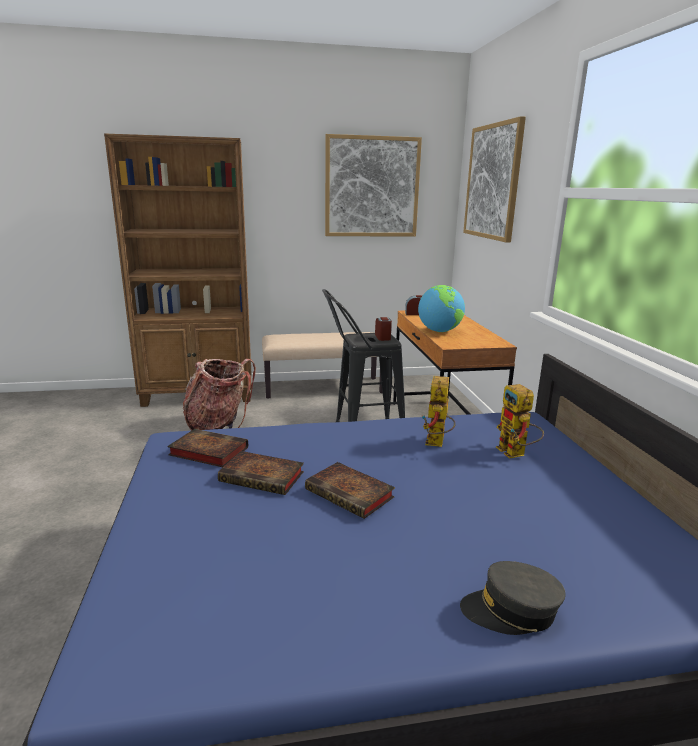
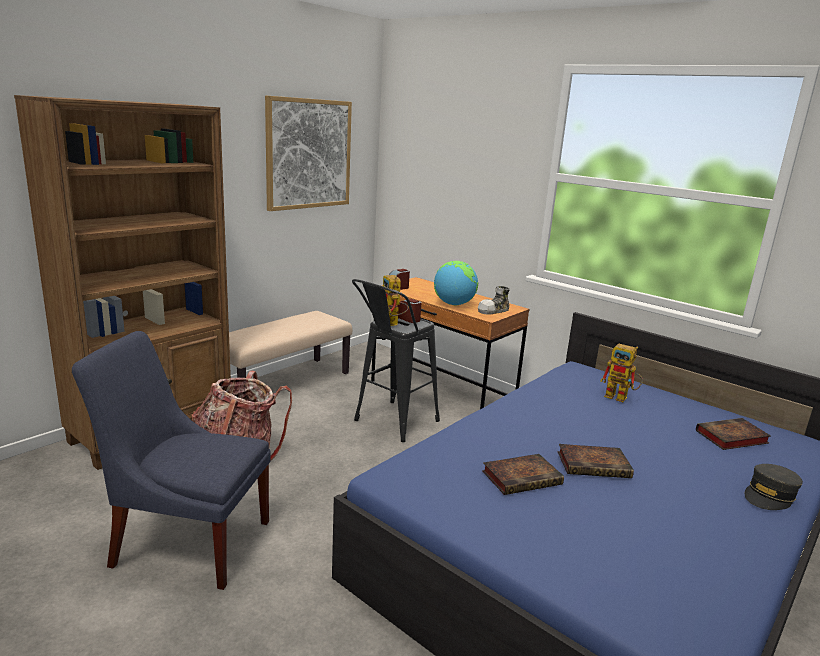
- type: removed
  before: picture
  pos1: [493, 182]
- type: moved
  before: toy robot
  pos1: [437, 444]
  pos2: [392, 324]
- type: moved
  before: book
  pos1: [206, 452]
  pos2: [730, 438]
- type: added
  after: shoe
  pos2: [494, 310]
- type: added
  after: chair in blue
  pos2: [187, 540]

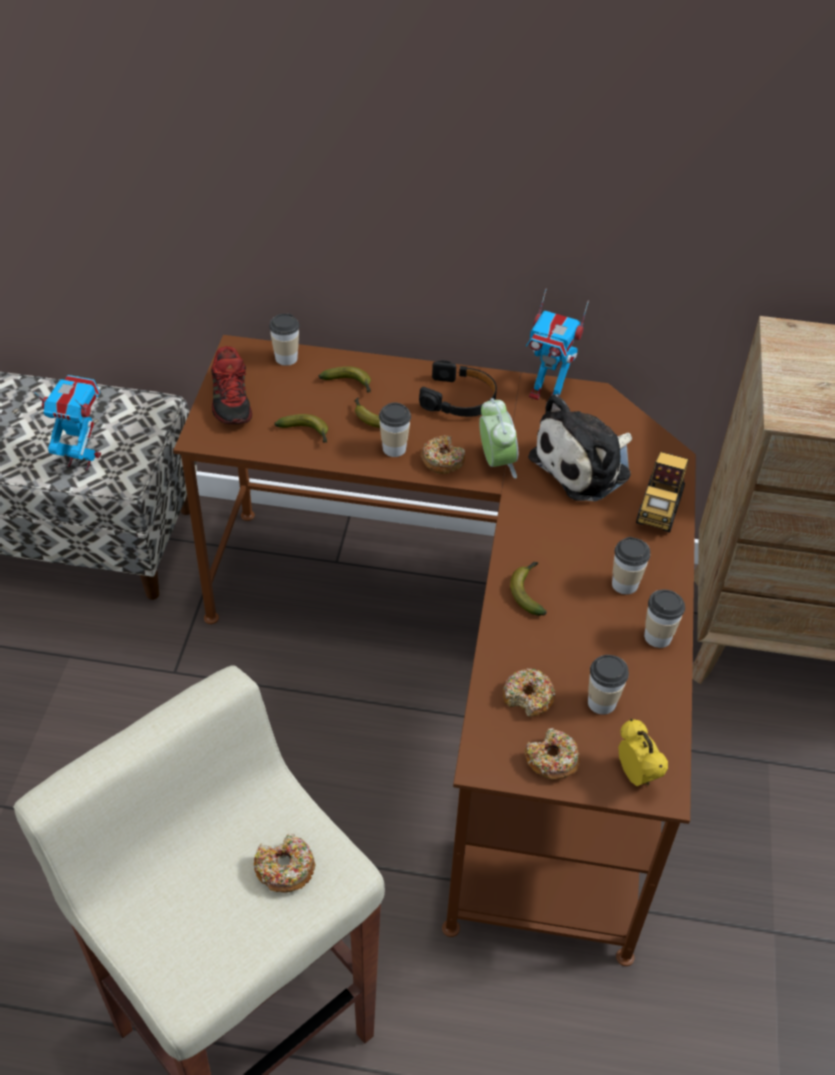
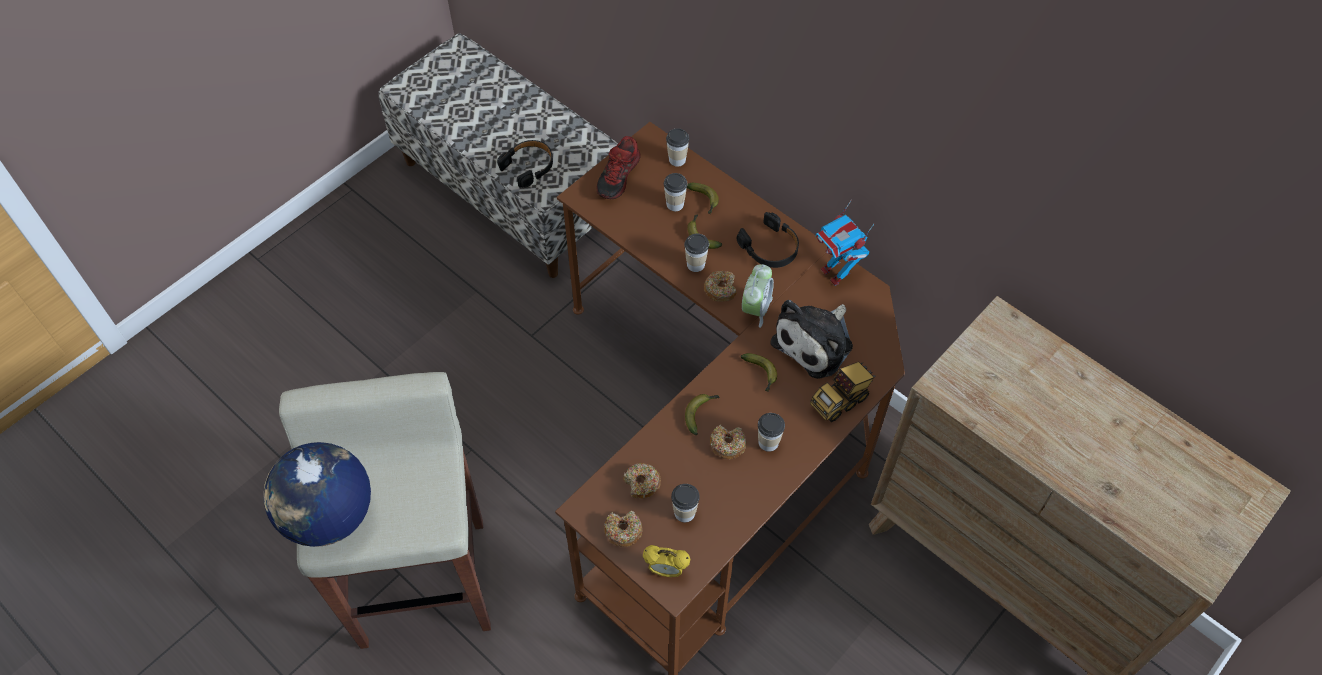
- type: replaced
  before: toy robot
  after: headphones in black
  pos1: [82, 459]
  pos2: [528, 166]
- type: turned
  before: plush toy
  pos1: [585, 465]
  pos2: [816, 342]
  turn: -45
- type: moved
  before: banana
  pos1: [307, 433]
  pos2: [761, 374]
- type: moved
  before: cup
  pos1: [657, 637]
  pos2: [675, 204]
- type: turned
  before: alarm clock
  pos1: [636, 775]
  pos2: [666, 570]
  turn: 90
- type: moved
  before: donut
  pos1: [285, 869]
  pos2: [727, 444]
- type: added
  after: globe
  pos2: [329, 516]

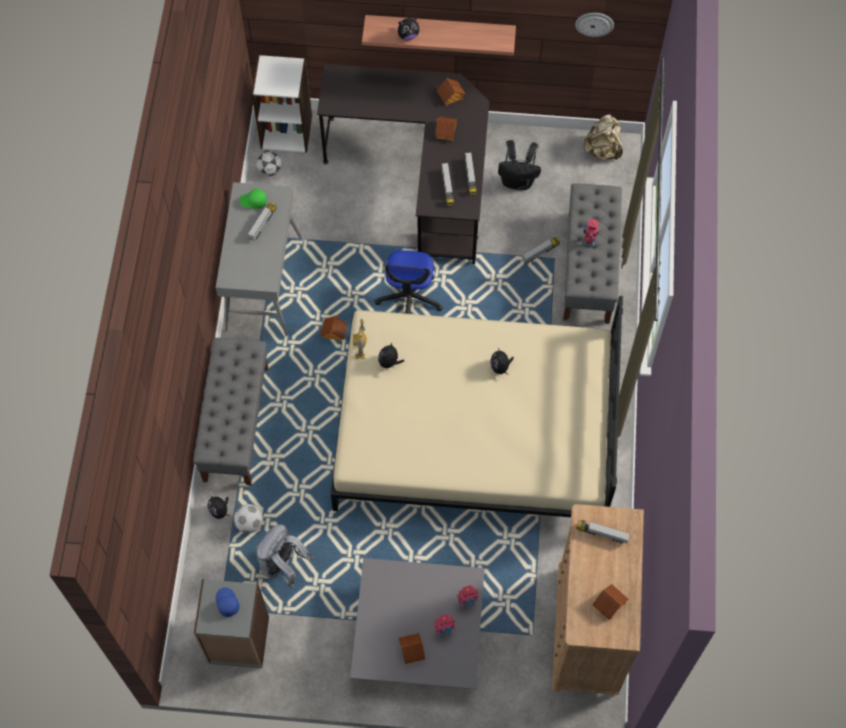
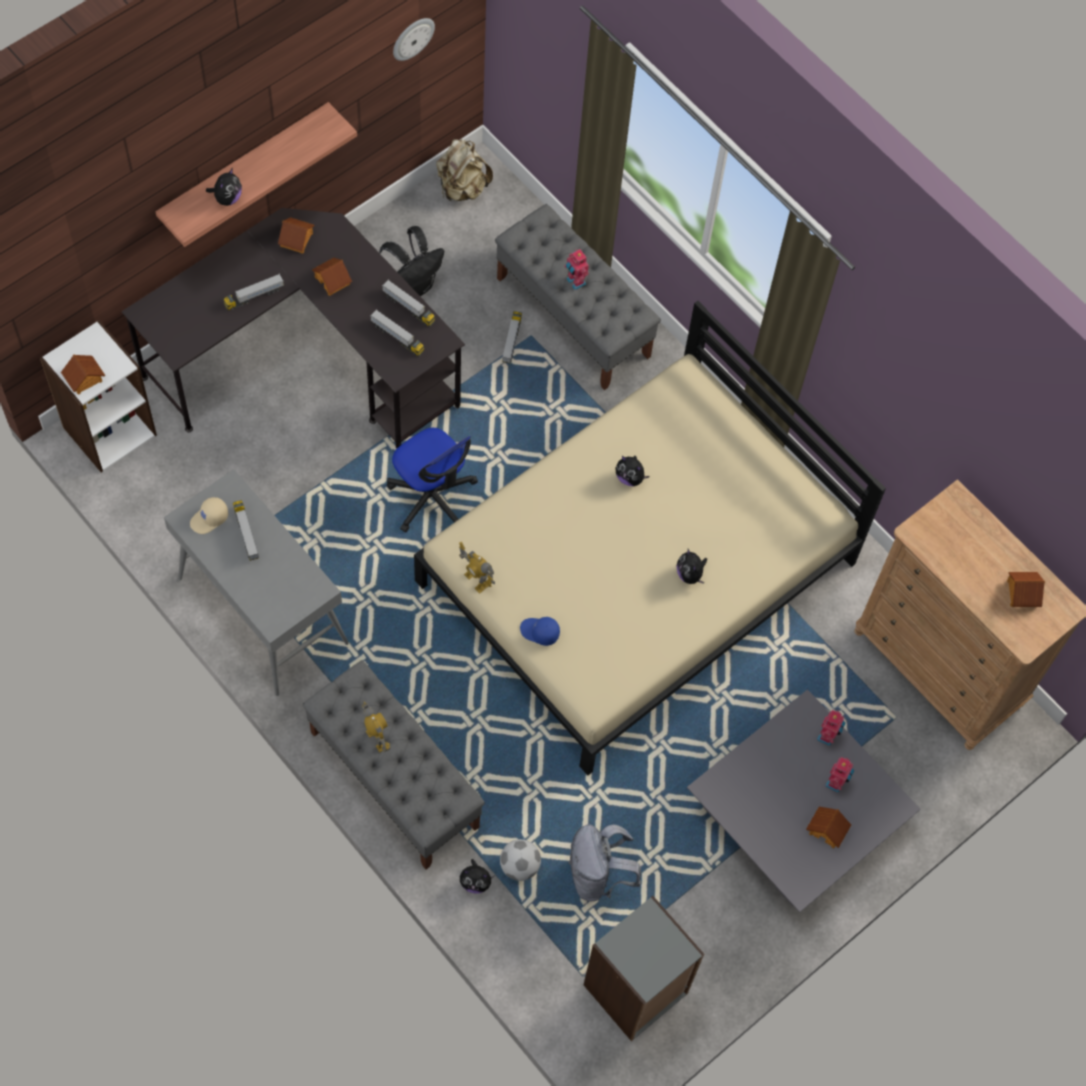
- type: removed
  before: football
  pos1: [270, 170]
- type: recoloured
  before: cap in green
  after: cap in beige
  pos1: [253, 201]
  pos2: [209, 519]
- type: moved
  before: toy house
  pos1: [333, 332]
  pos2: [84, 379]
- type: moved
  before: plush toy
  pos1: [389, 362]
  pos2: [690, 574]
- type: moved
  before: toy truck
  pos1: [602, 533]
  pos2: [254, 296]
- type: moved
  before: cap in blue
  pos1: [226, 603]
  pos2: [539, 632]
- type: added
  after: toy robot
  pos2: [377, 739]

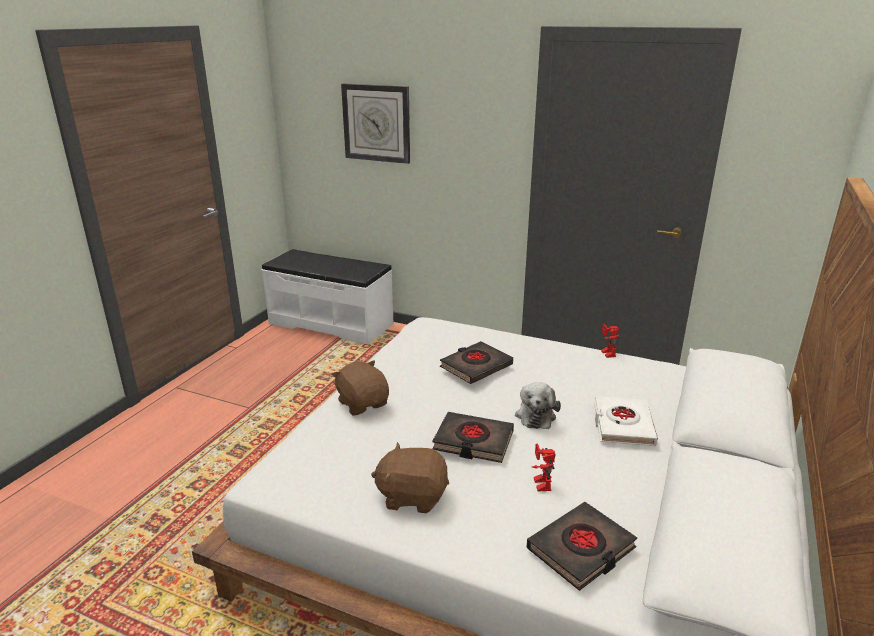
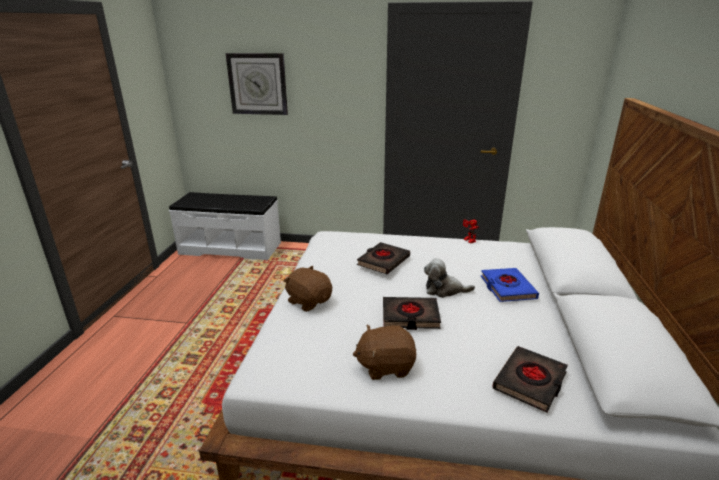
- type: turned
  before: plush toy
  pos1: [535, 415]
  pos2: [444, 290]
  turn: 105
- type: recoloured
  before: book in white
  after: book in blue
  pos1: [622, 425]
  pos2: [507, 288]
- type: removed
  before: toy robot
  pos1: [539, 483]

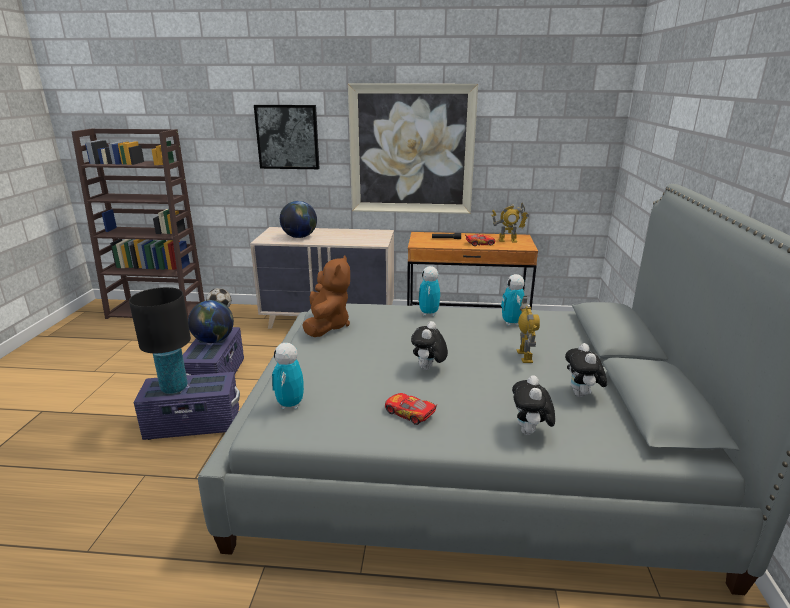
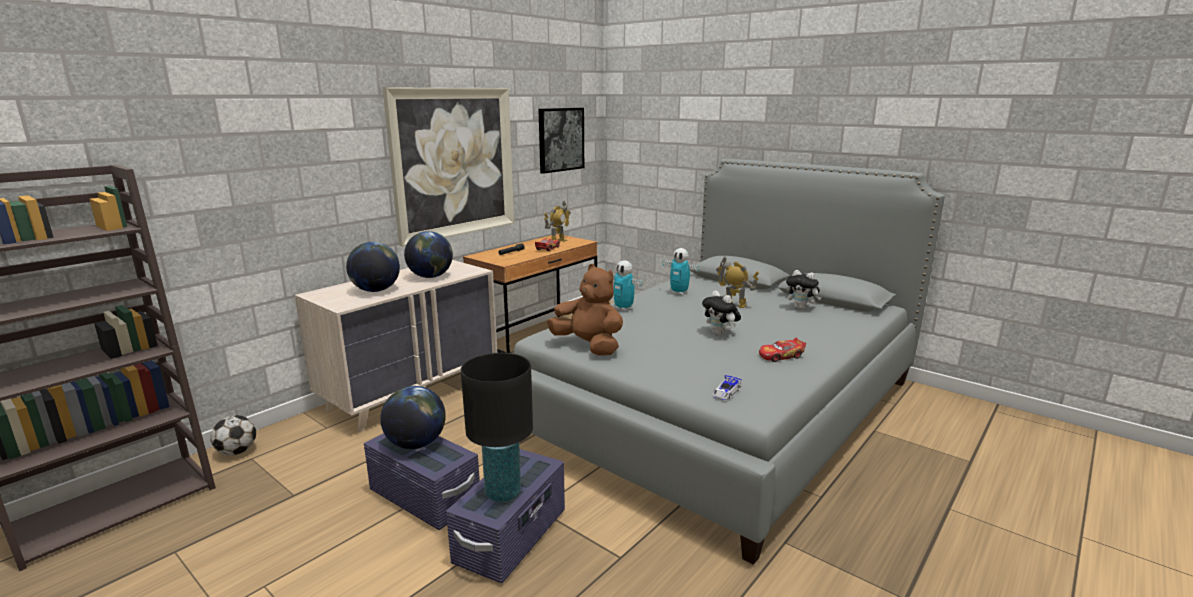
- type: moved
  before: picture
  pos1: [287, 137]
  pos2: [560, 139]
- type: replaced
  before: toy robot
  after: toy car
  pos1: [290, 405]
  pos2: [726, 392]
- type: removed
  before: plush toy
  pos1: [530, 432]
- type: added
  after: globe
  pos2: [431, 276]

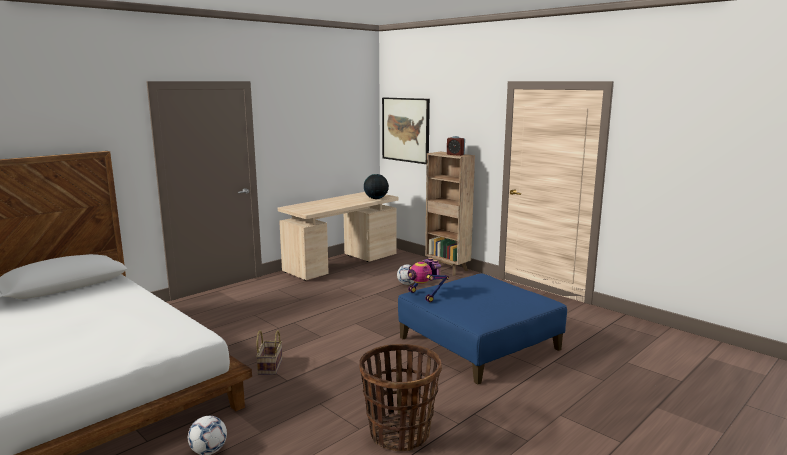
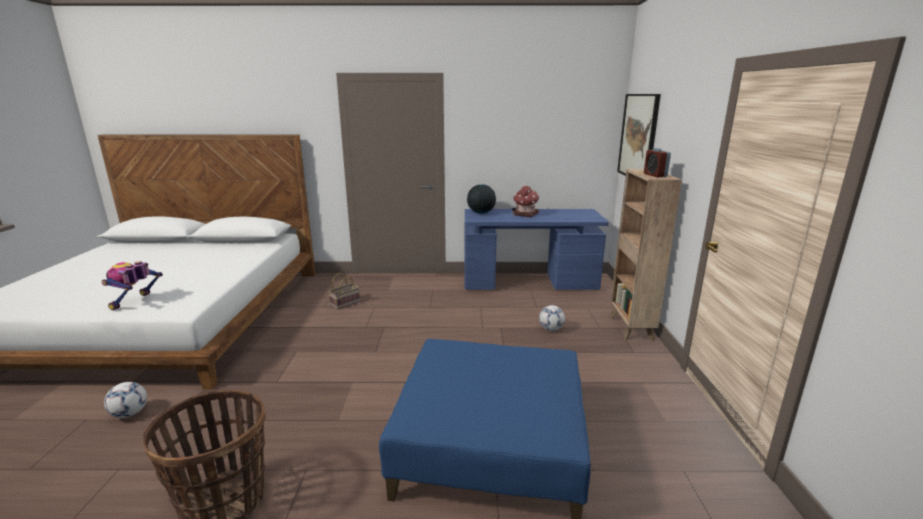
- type: moved
  before: globe
  pos1: [376, 198]
  pos2: [481, 213]
- type: recoloured
  before: desk in beige
  after: desk in blue
  pos1: [341, 263]
  pos2: [529, 283]
- type: moved
  before: toy robot
  pos1: [424, 295]
  pos2: [135, 302]
- type: moved
  before: basket
  pos1: [269, 366]
  pos2: [345, 303]
- type: added
  after: toy house
  pos2: [525, 214]

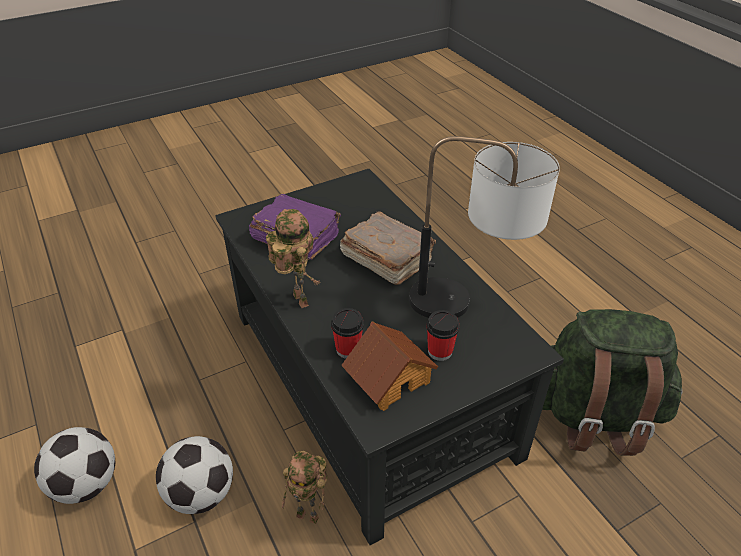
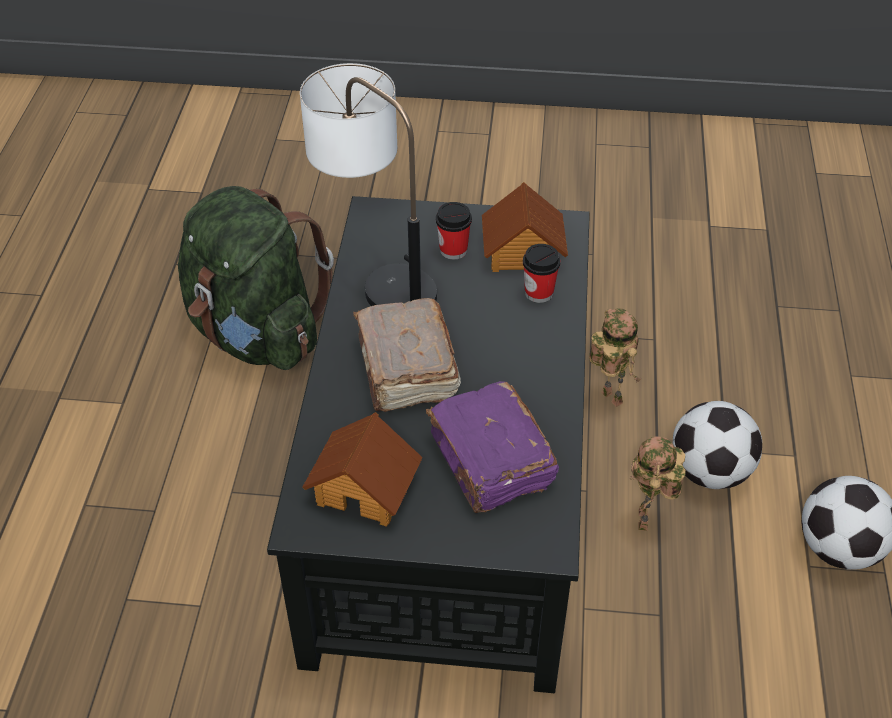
- type: moved
  before: toy robot
  pos1: [297, 300]
  pos2: [646, 521]
- type: added
  after: toy house
  pos2: [366, 487]

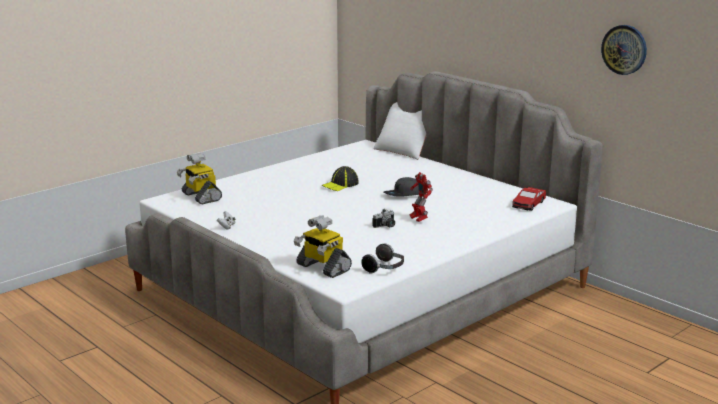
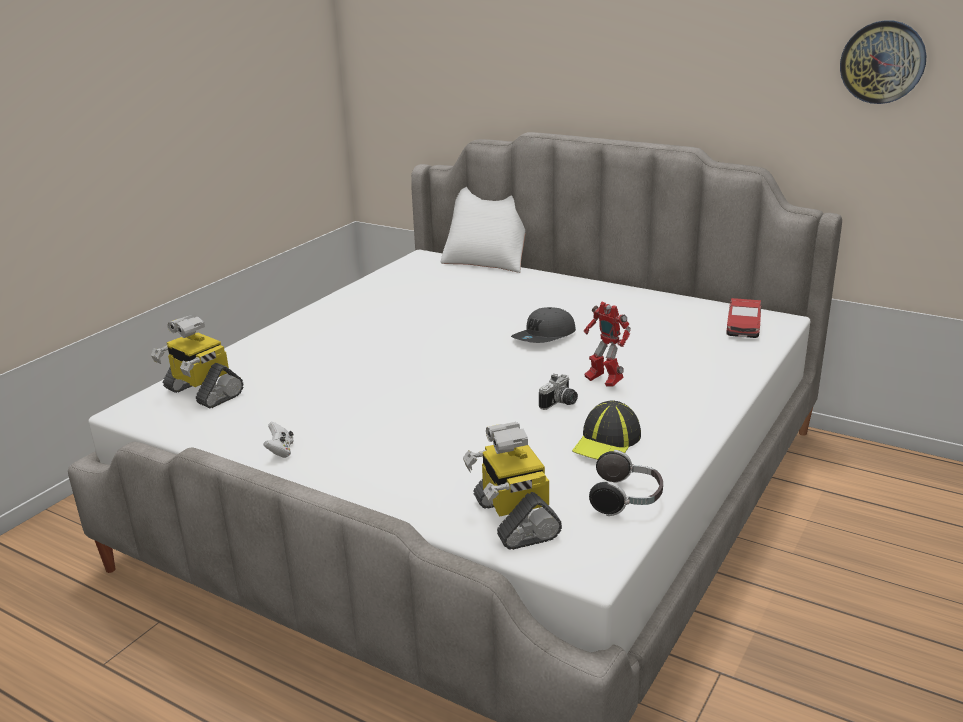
- type: moved
  before: cap
  pos1: [340, 184]
  pos2: [607, 442]
- type: turned
  before: toy robot
  pos1: [322, 267]
  pos2: [513, 519]
  turn: 45

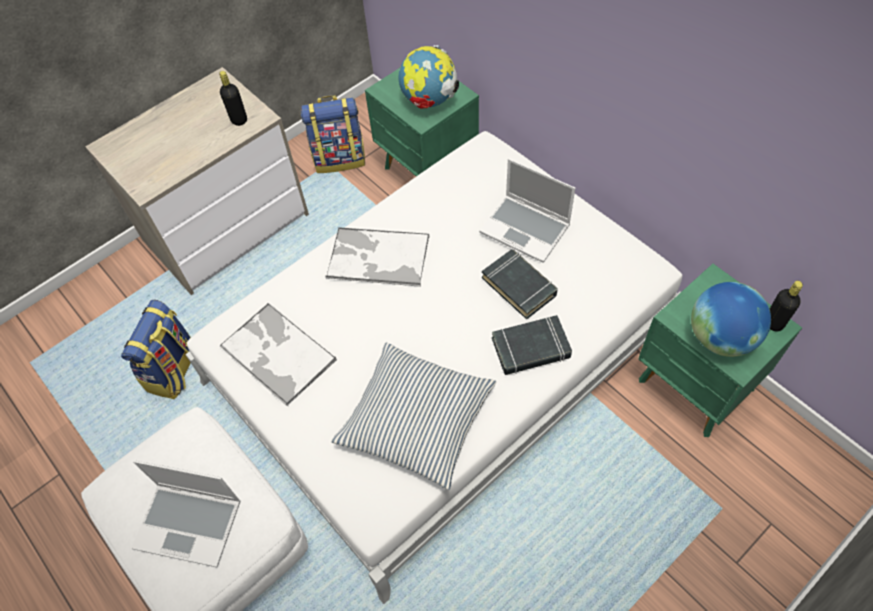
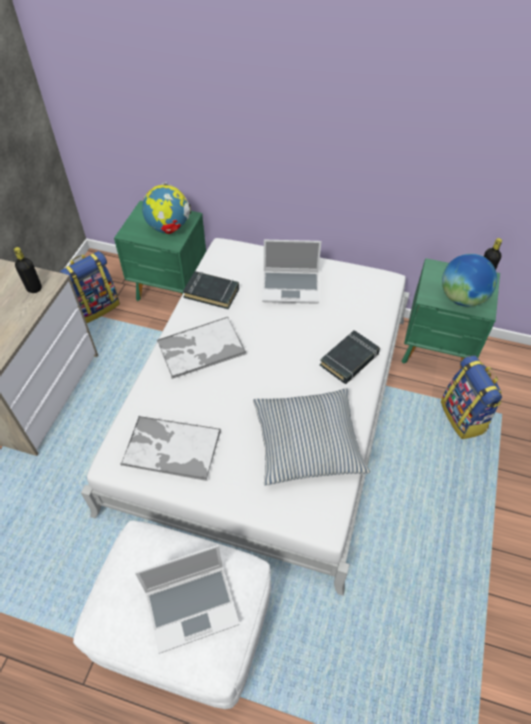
- type: moved
  before: book in black
  pos1: [519, 286]
  pos2: [211, 292]
- type: moved
  before: backpack
  pos1: [175, 371]
  pos2: [463, 417]

